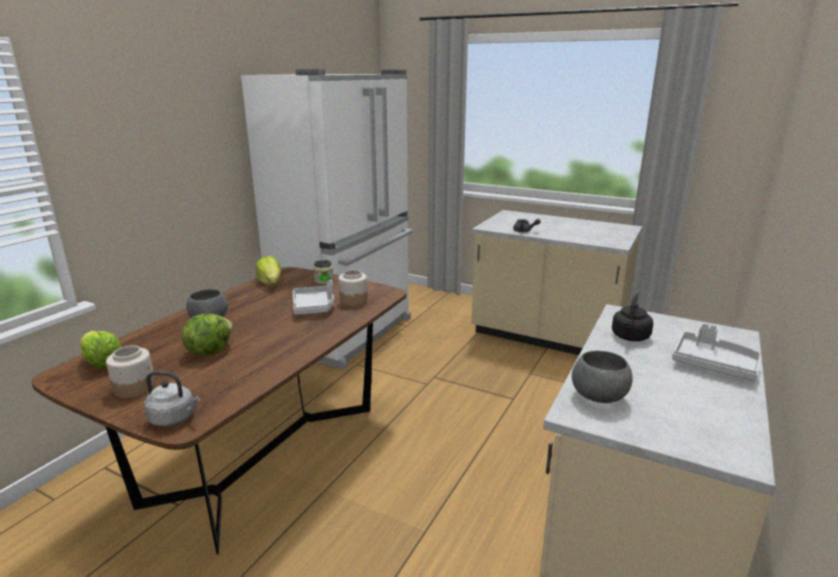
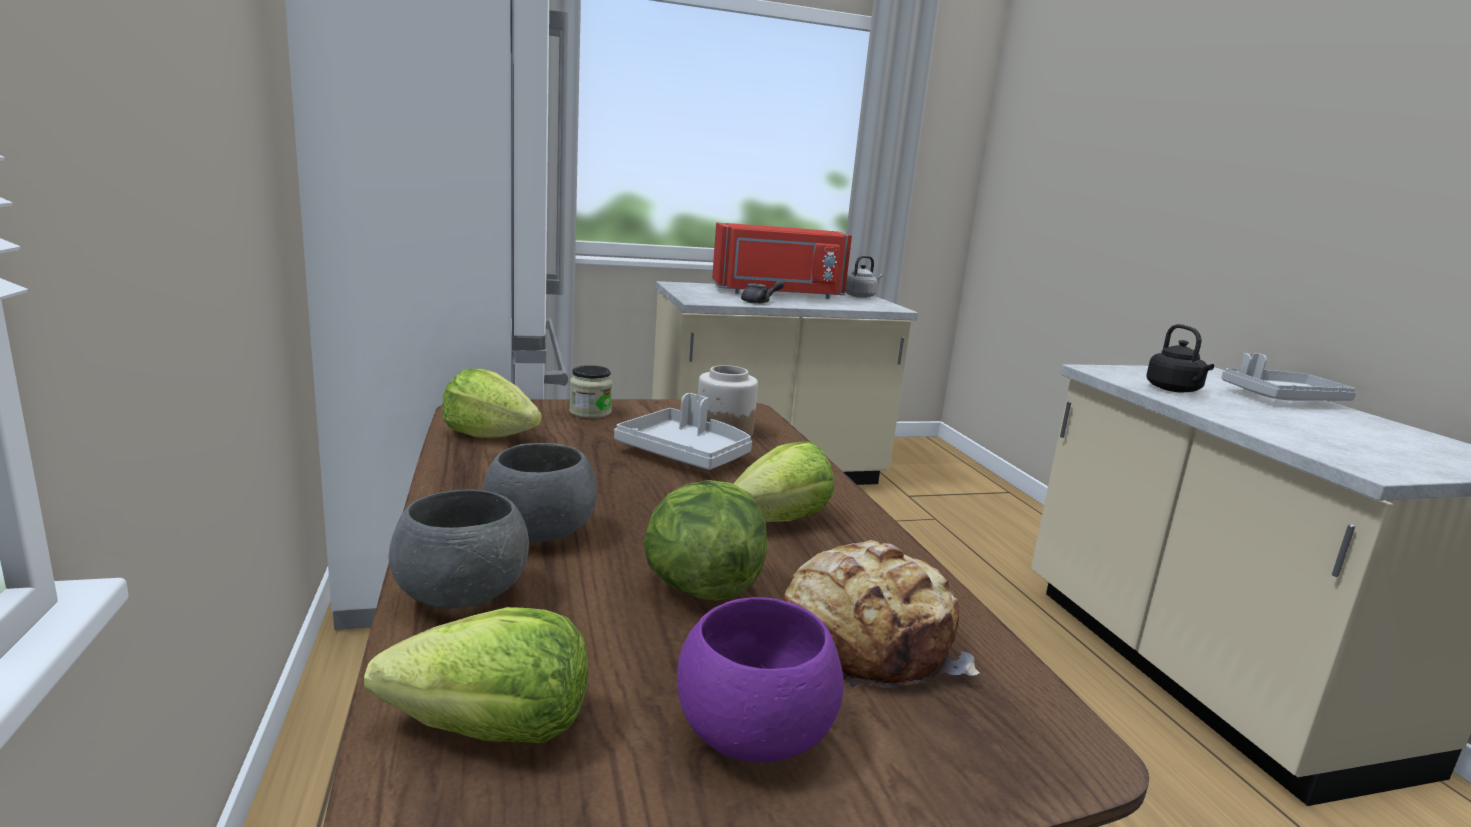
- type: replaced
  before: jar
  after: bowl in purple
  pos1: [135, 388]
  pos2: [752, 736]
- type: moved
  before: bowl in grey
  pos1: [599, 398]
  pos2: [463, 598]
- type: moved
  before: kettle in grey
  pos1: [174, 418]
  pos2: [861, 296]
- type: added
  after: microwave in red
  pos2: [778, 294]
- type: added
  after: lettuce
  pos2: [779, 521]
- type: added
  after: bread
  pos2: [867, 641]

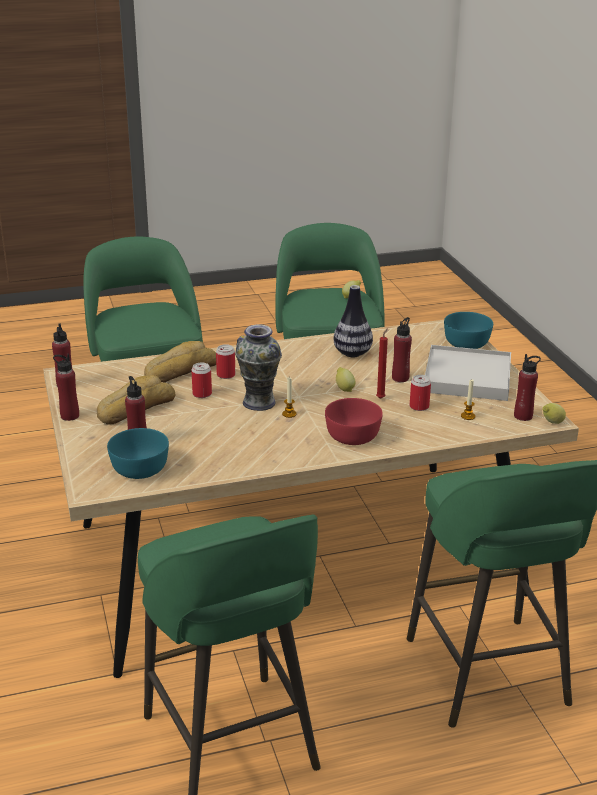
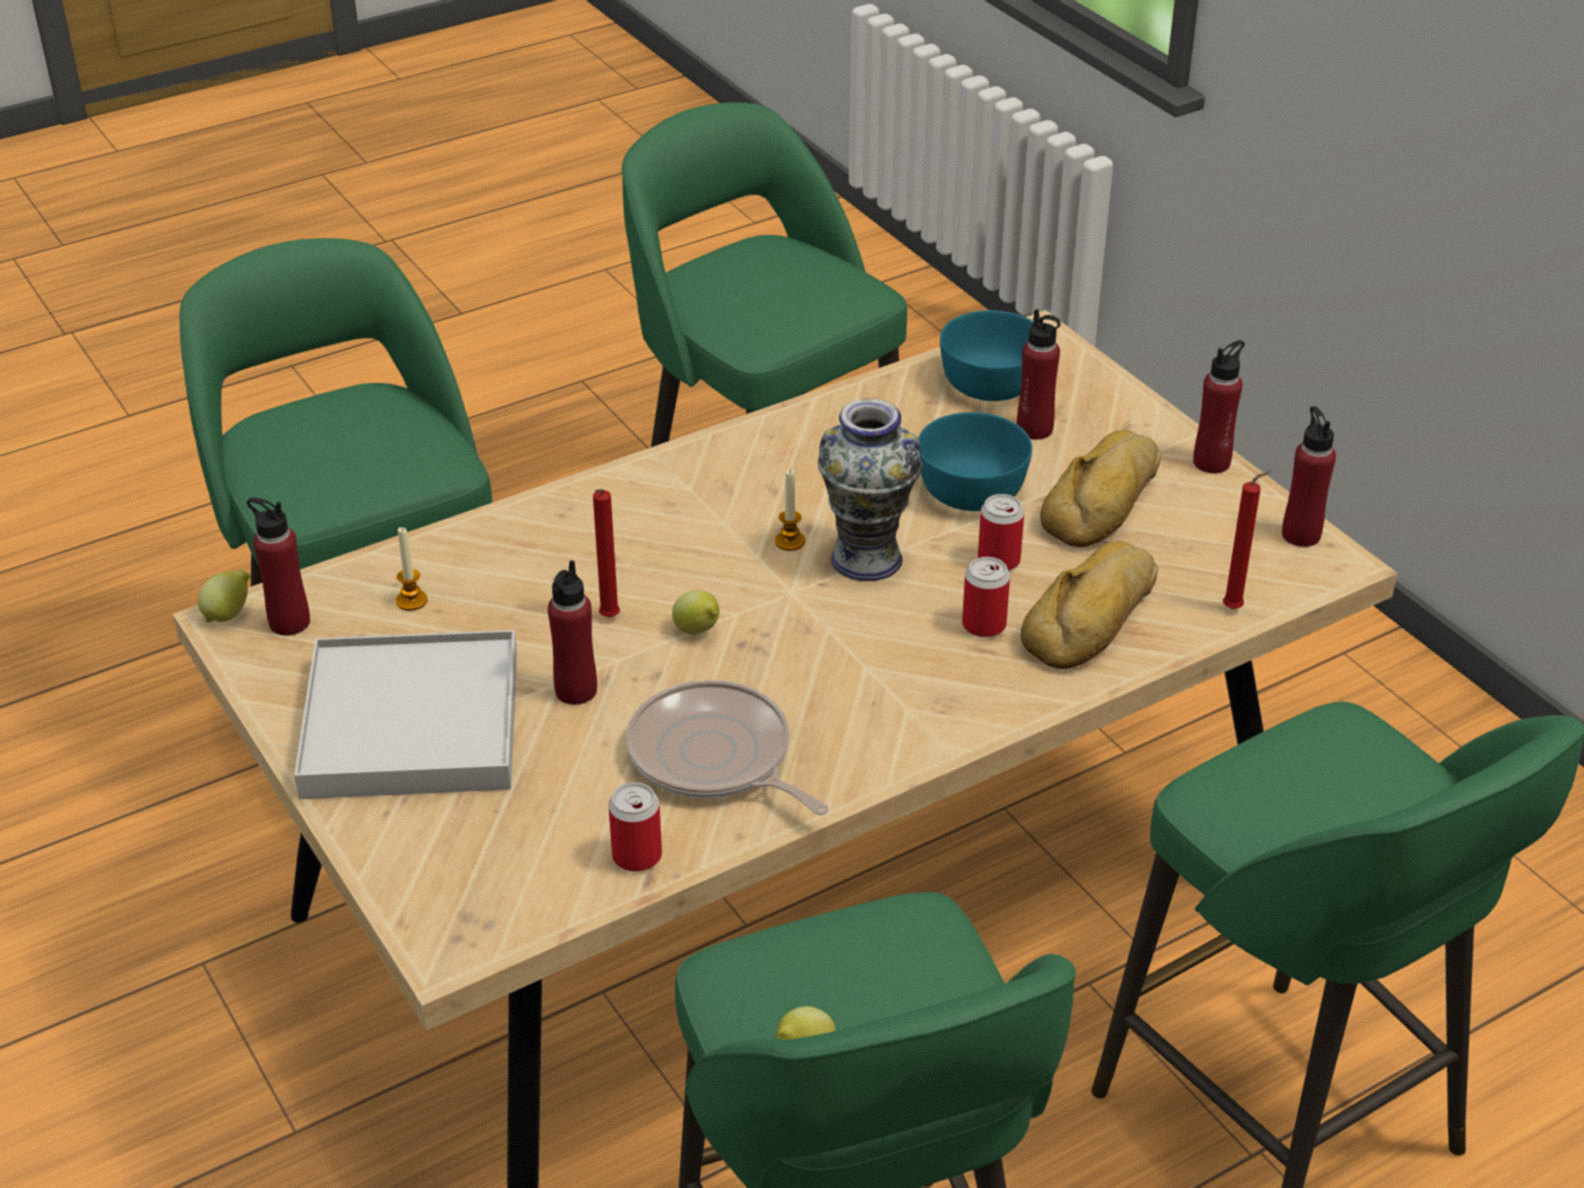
- type: replaced
  before: vase
  after: frying pan
  pos1: [352, 353]
  pos2: [715, 758]
- type: moved
  before: bowl in turquoise
  pos1: [465, 343]
  pos2: [973, 490]
- type: moved
  before: can
  pos1: [419, 407]
  pos2: [637, 856]
- type: removed
  before: bowl in red
  pos1: [353, 436]
- type: added
  after: candle in red
  pos2: [1235, 608]

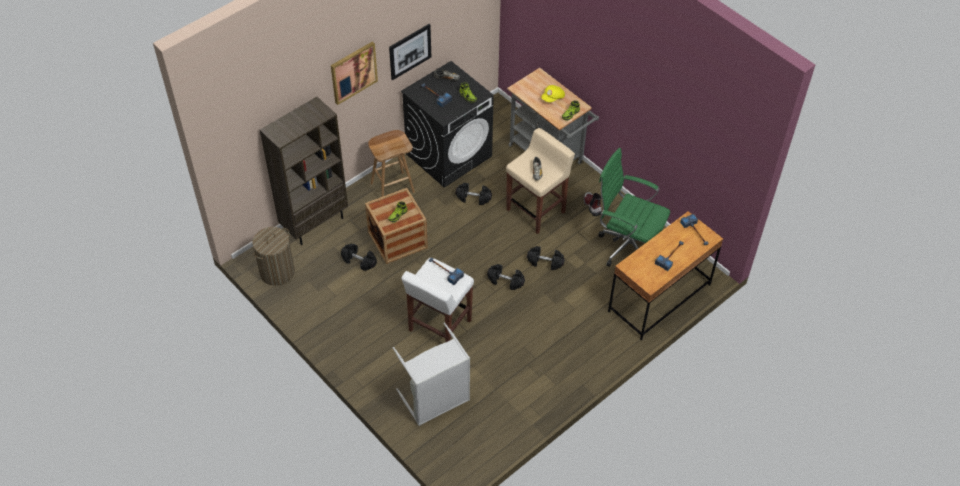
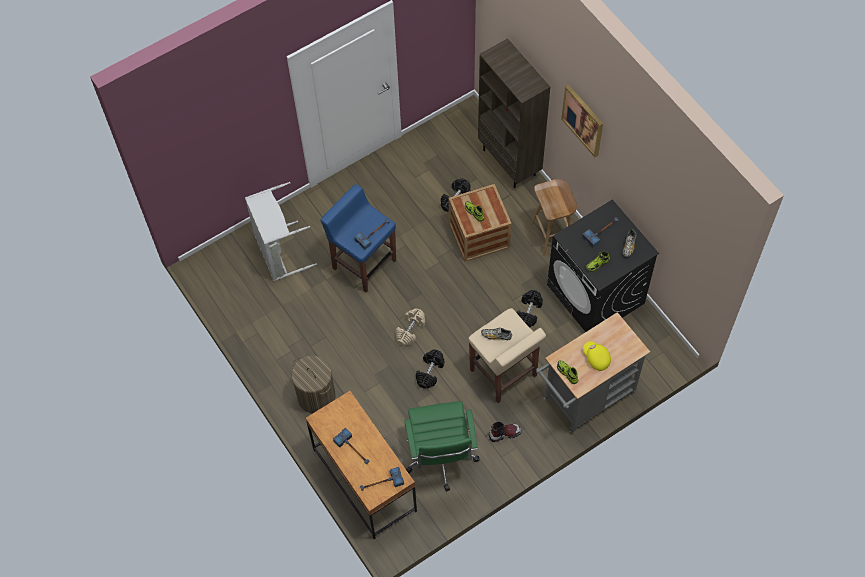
- type: removed
  before: picture
  pos1: [410, 51]
- type: turned
  before: office chair in green
  pos1: [626, 246]
  pos2: [441, 459]
  turn: 135
- type: moved
  before: laundry basket
  pos1: [277, 272]
  pos2: [316, 396]
- type: recoloured
  before: stool in white
  after: stool in blue
  pos1: [439, 326]
  pos2: [363, 263]
- type: recoloured
  before: dumbbell in black
  after: dumbbell in beige
  pos1: [505, 281]
  pos2: [410, 330]

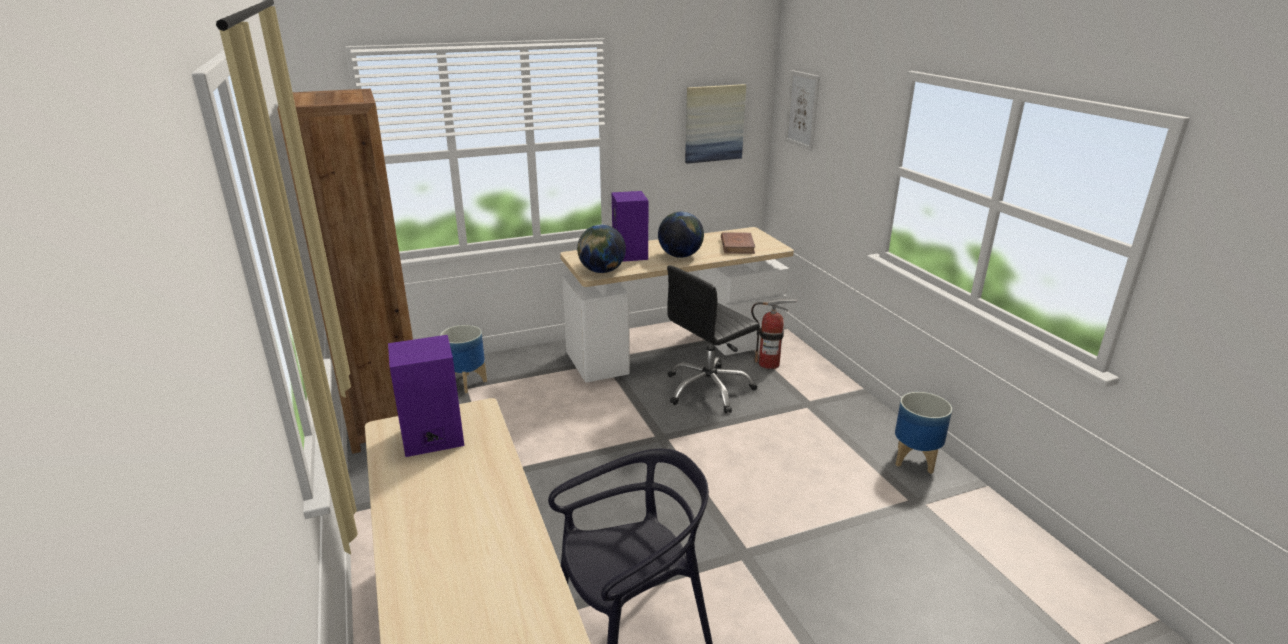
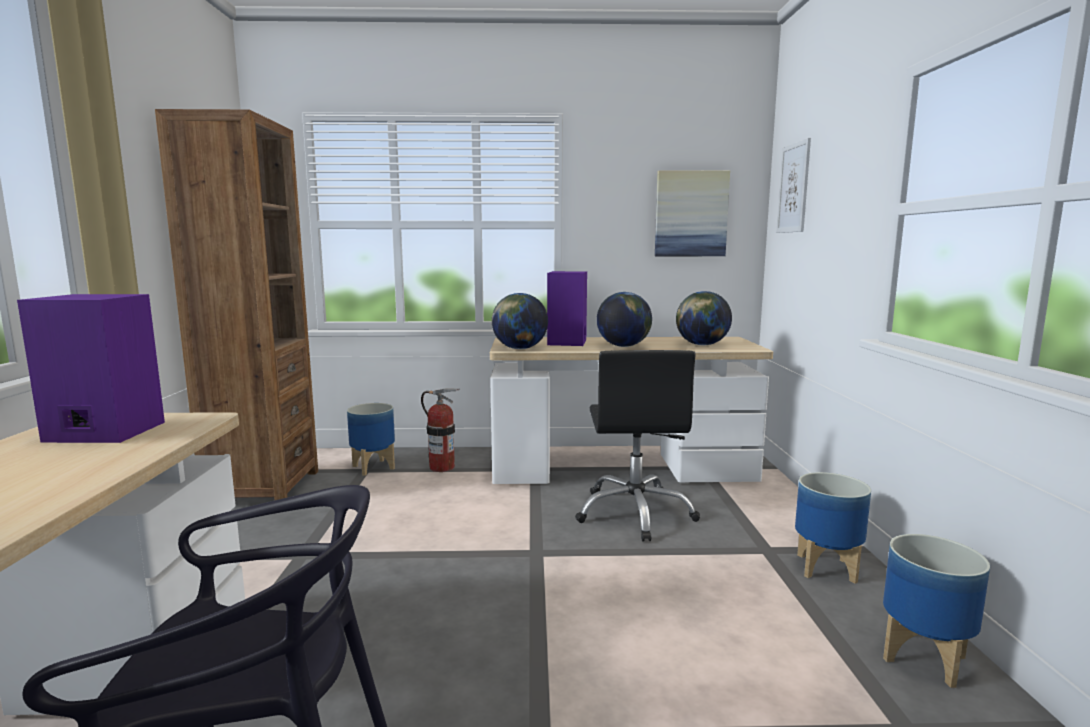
- type: replaced
  before: book in brown
  after: globe
  pos1: [737, 246]
  pos2: [701, 345]
- type: turned
  before: office chair in black
  pos1: [708, 389]
  pos2: [635, 513]
  turn: -75
- type: moved
  before: fire extinguisher
  pos1: [769, 363]
  pos2: [442, 467]
- type: added
  after: planter
  pos2: [827, 568]

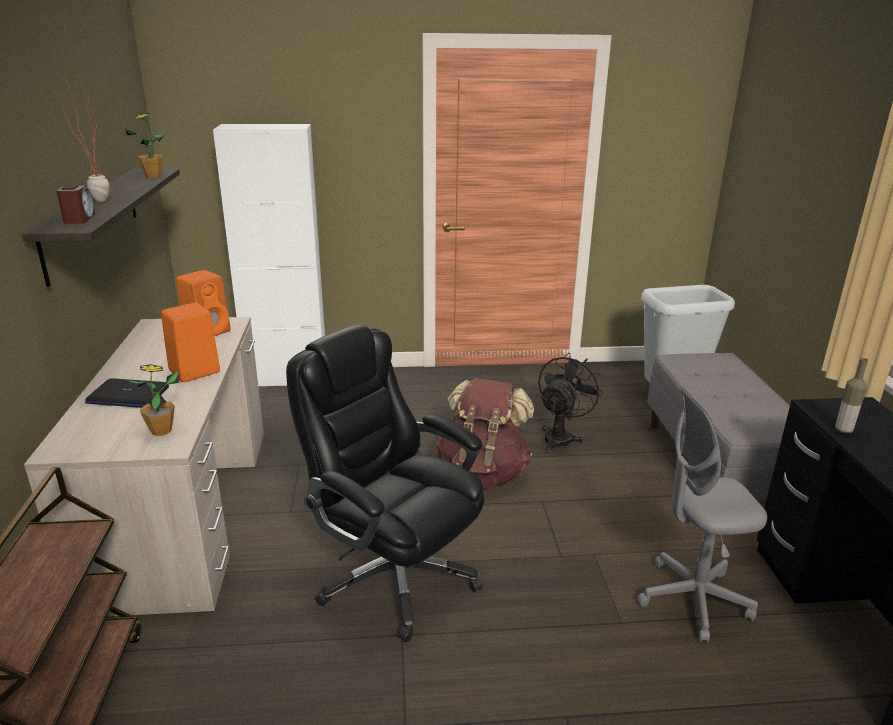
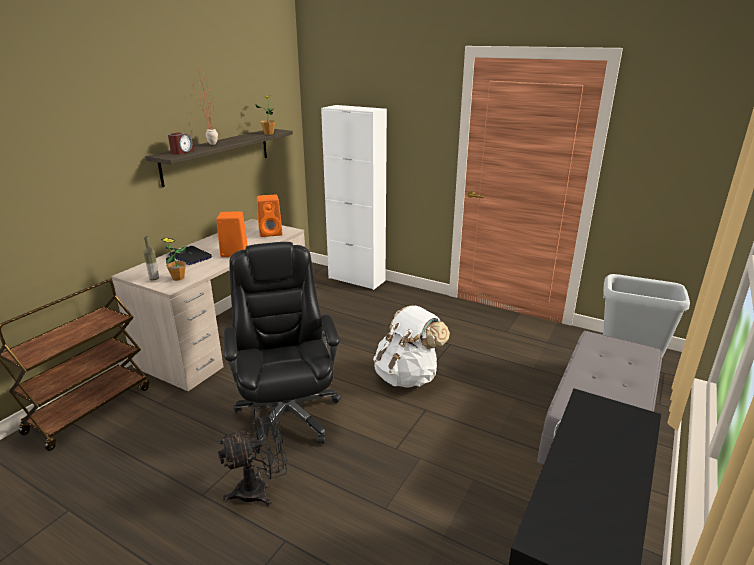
- type: moved
  before: fan in black
  pos1: [561, 437]
  pos2: [260, 489]
- type: moved
  before: bottle
  pos1: [843, 430]
  pos2: [154, 278]
- type: recoloured
  before: backpack in brown
  after: backpack in white
  pos1: [483, 473]
  pos2: [407, 376]
- type: removed
  before: office chair in grey
  pos1: [693, 599]

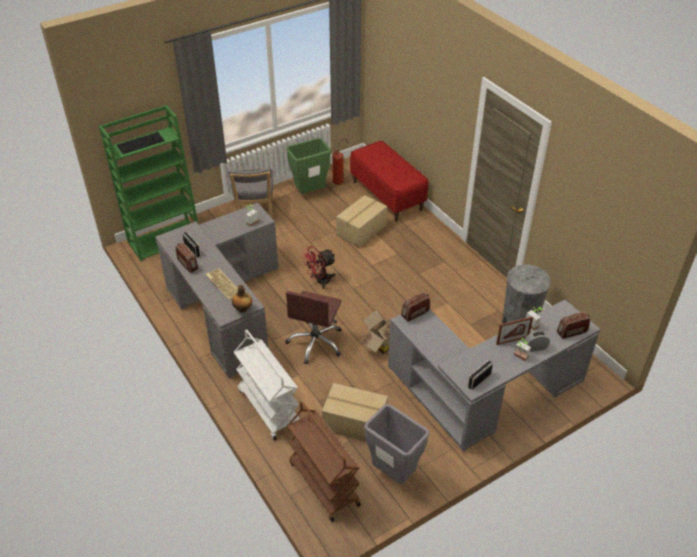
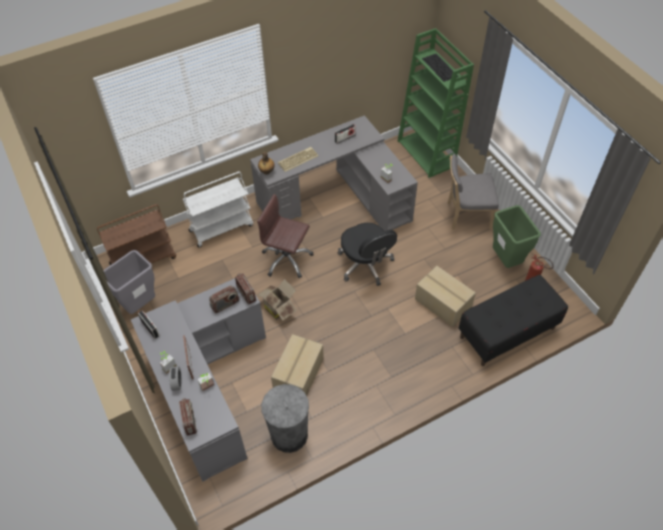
- type: recoloured
  before: bench in red
  after: bench in black
  pos1: [387, 195]
  pos2: [507, 333]
- type: moved
  before: radio
  pos1: [188, 264]
  pos2: [225, 304]
- type: replaced
  before: fan in red
  after: office chair in black
  pos1: [319, 281]
  pos2: [365, 265]
- type: moved
  before: cardboard box
  pos1: [354, 423]
  pos2: [298, 374]

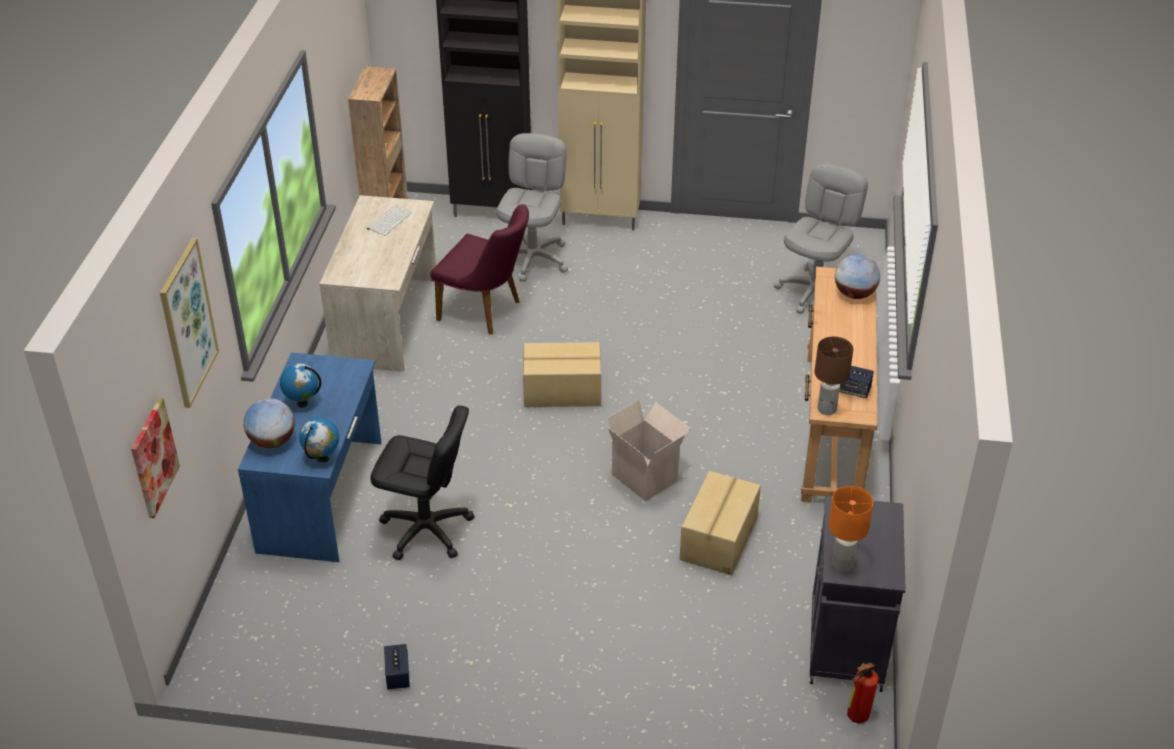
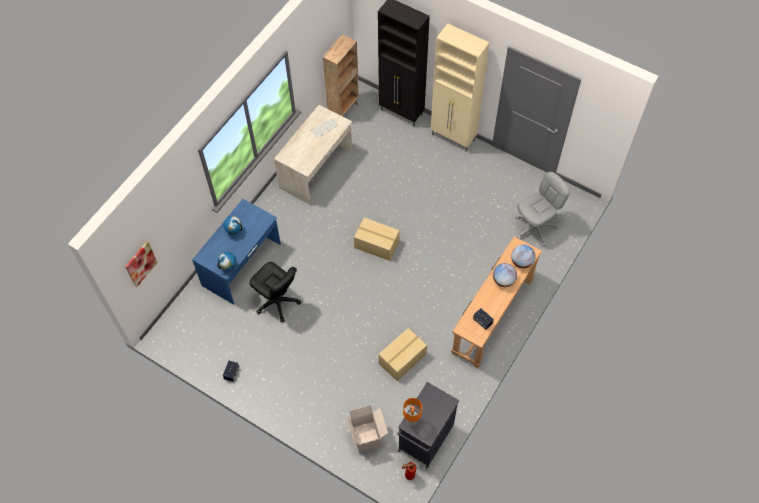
- type: removed
  before: office chair in grey
  pos1: [533, 259]
- type: removed
  before: chair in purple
  pos1: [486, 312]
- type: removed
  before: picture
  pos1: [187, 323]
- type: removed
  before: table lamp in brown
  pos1: [827, 409]
- type: moved
  before: globe
  pos1: [272, 441]
  pos2: [503, 280]
- type: moved
  before: cardboard box
  pos1: [646, 477]
  pos2: [367, 437]

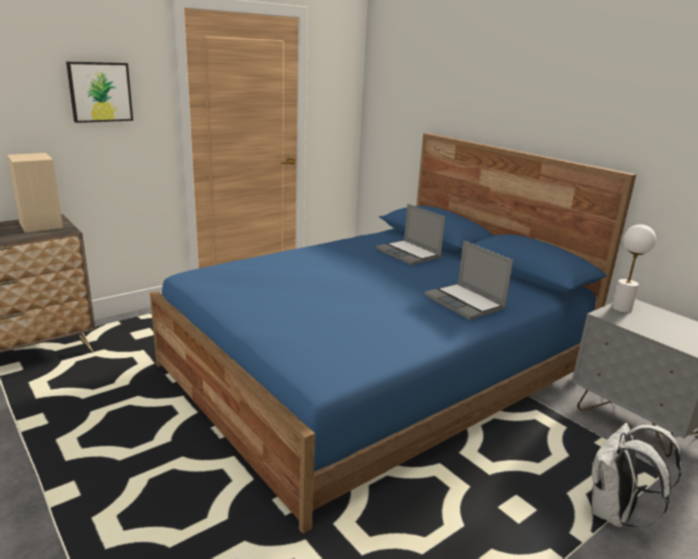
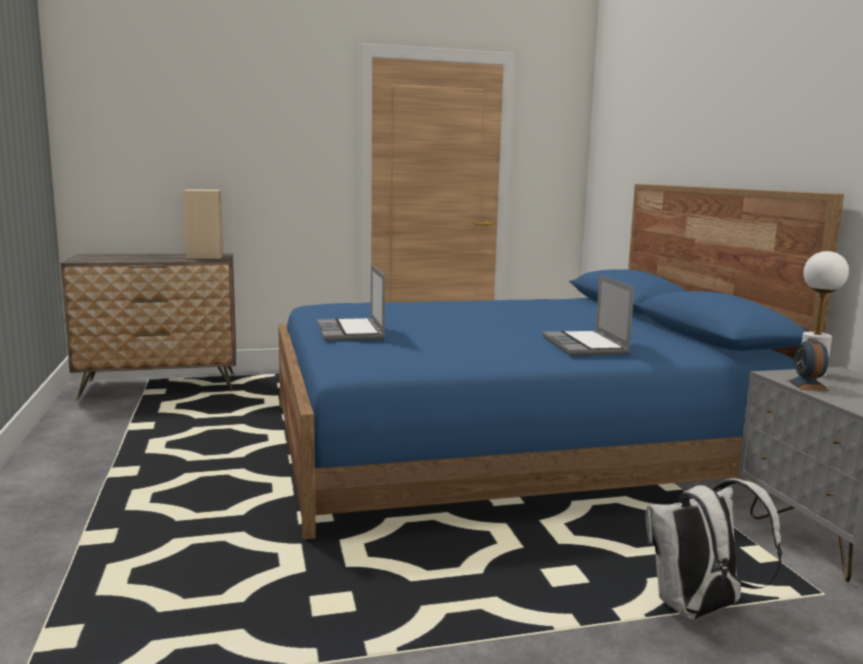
- type: removed
  before: picture
  pos1: [100, 92]
- type: moved
  before: laptop
  pos1: [409, 254]
  pos2: [351, 332]
- type: added
  after: alarm clock
  pos2: [807, 385]

